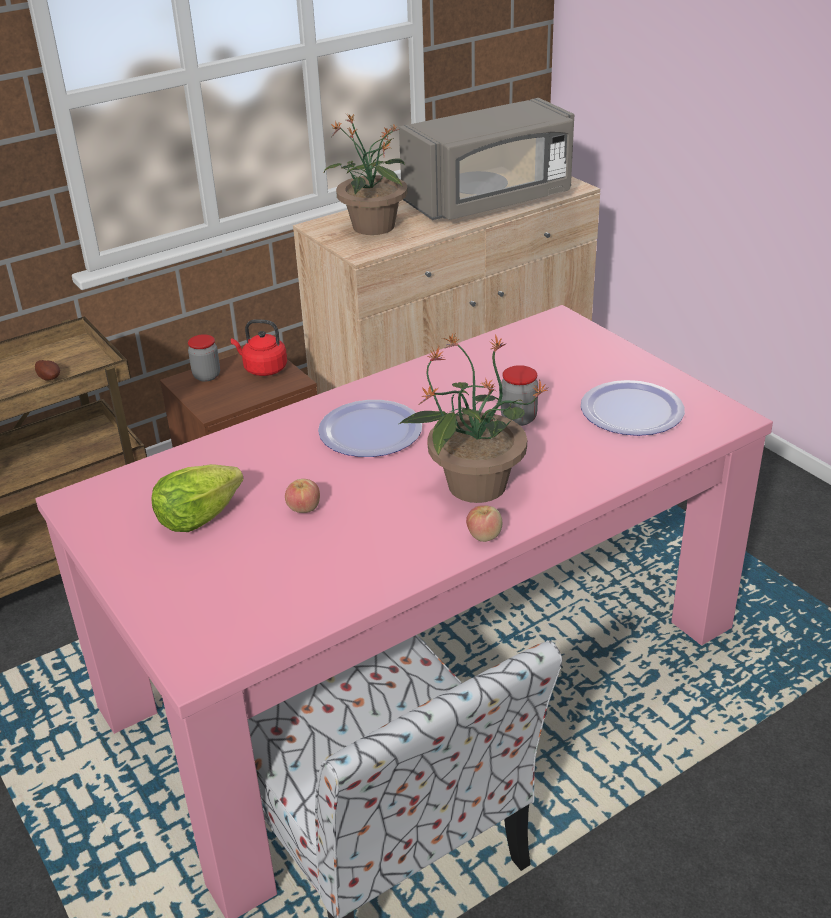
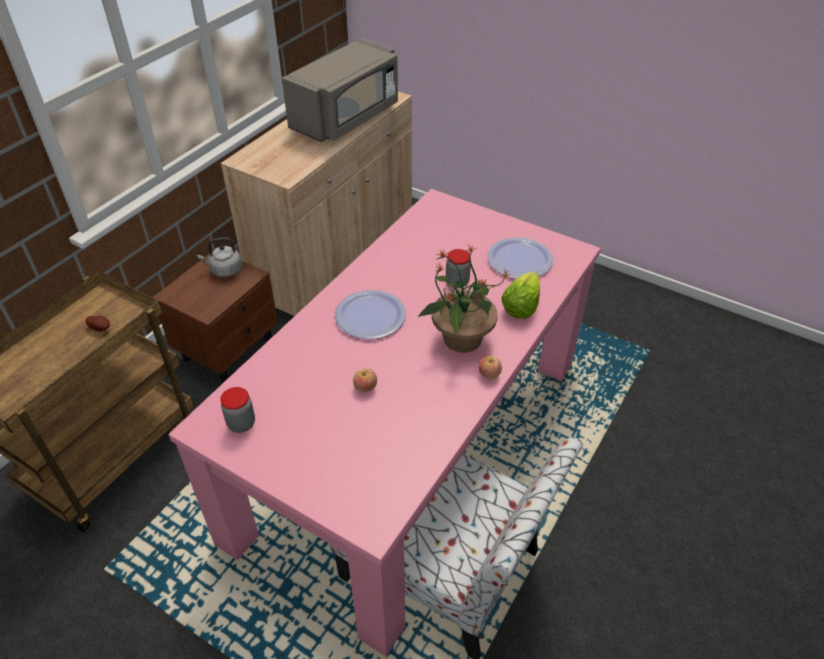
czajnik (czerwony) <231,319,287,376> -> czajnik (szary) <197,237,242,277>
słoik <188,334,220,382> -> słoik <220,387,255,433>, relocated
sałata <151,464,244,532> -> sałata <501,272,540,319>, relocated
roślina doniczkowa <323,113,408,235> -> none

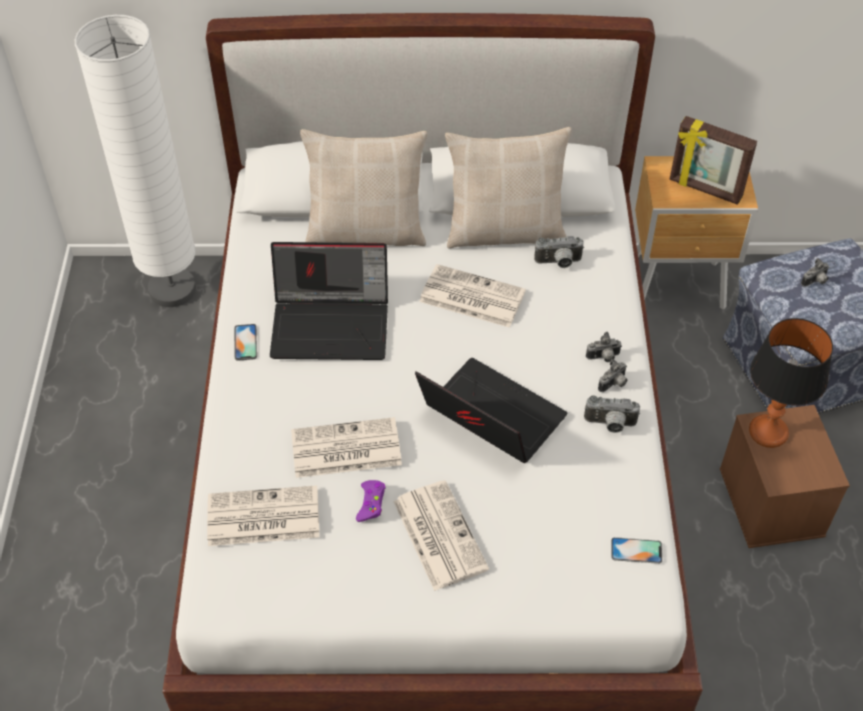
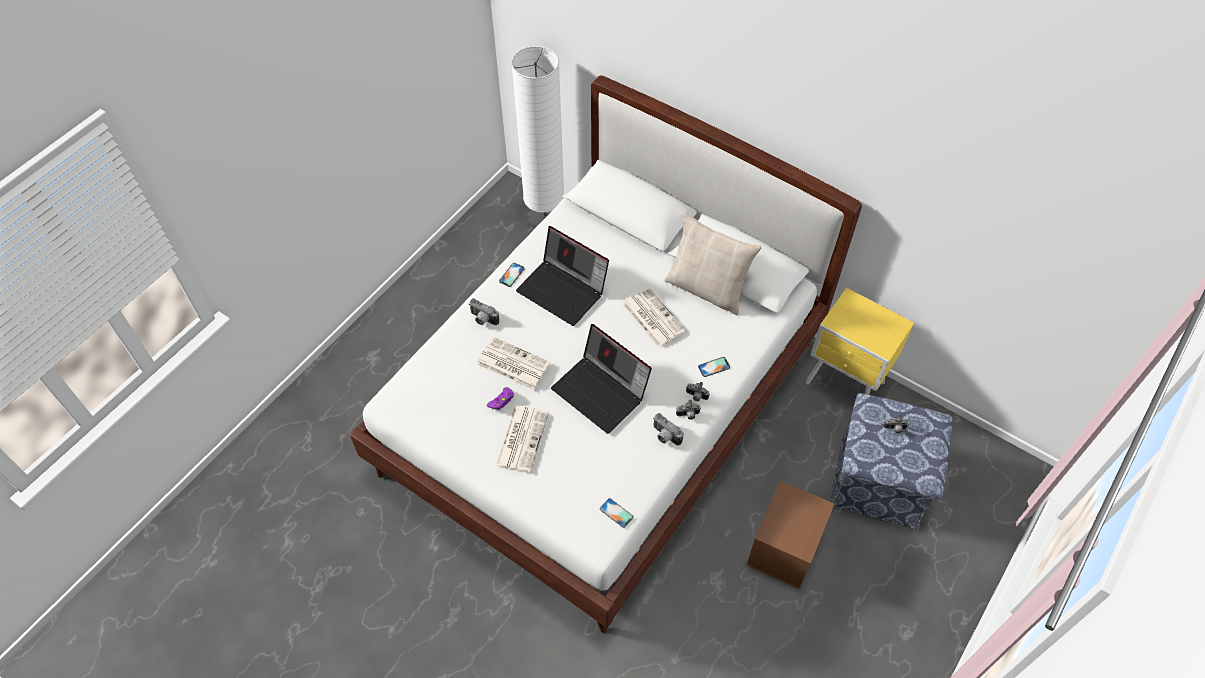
aparat fotograficzny <534,236,584,268> -> aparat fotograficzny <469,298,499,325>, relocated
laptop <415,358,567,463> -> laptop <551,324,652,434>, 150 degrees clockwise
none -> telefon <698,357,730,377>
szafka nocna (brązowy) <635,156,758,310> -> szafka nocna (żółty) <805,288,914,395>
gazeta <207,485,319,546> -> none
poduszka (beżowy) <300,129,427,246> -> none
ramka na zdjęcie <670,116,757,205> -> none
lampa stołowa <749,318,833,448> -> none

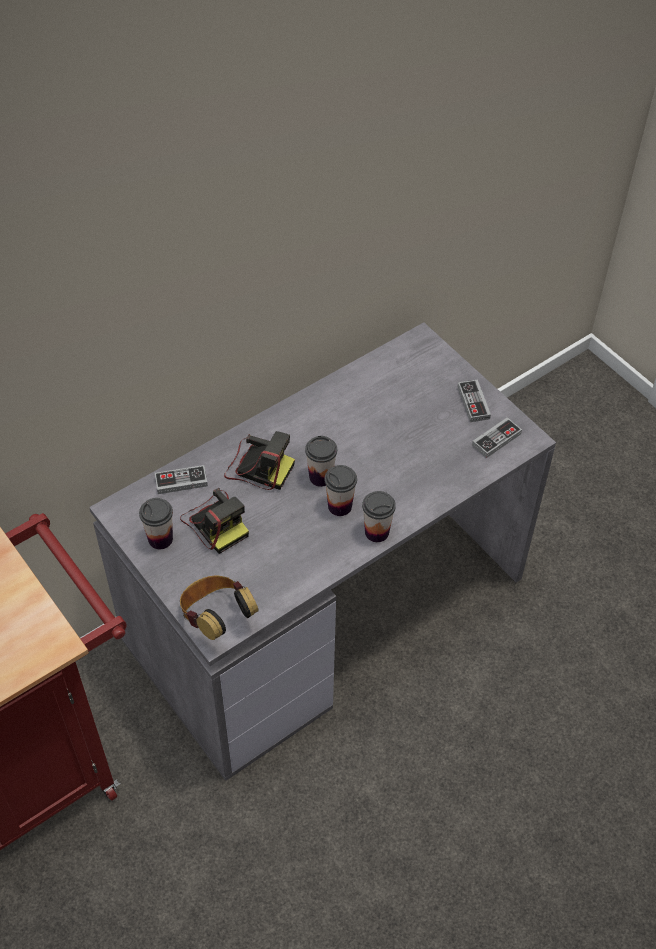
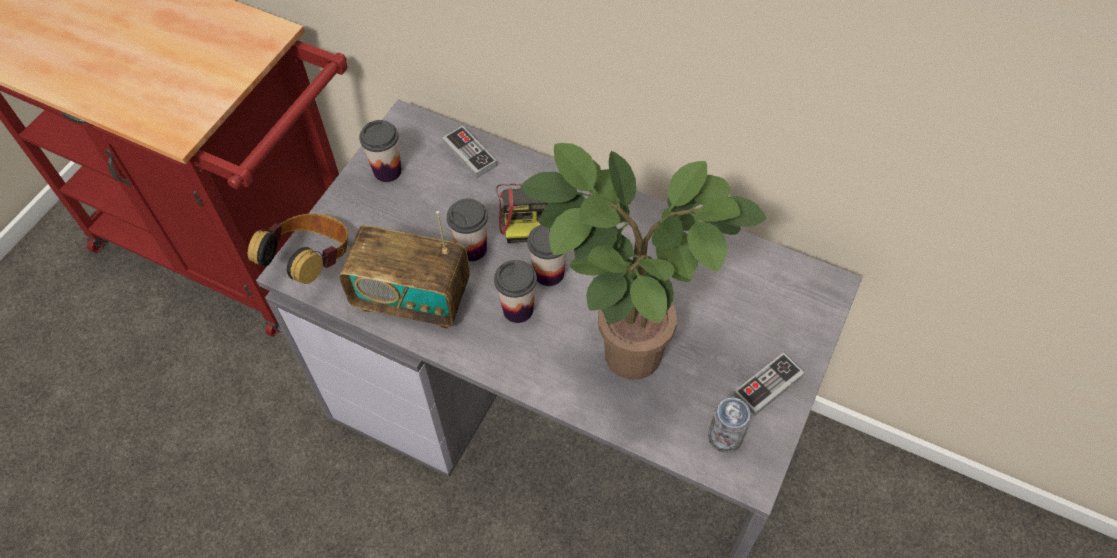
none -> radio <339,211,470,329>
filiżanka <362,491,396,542> -> filiżanka <447,199,488,261>, relocated
none -> roślina doniczkowa <520,143,767,380>
pad do gier <472,417,522,458> -> puszka <708,398,751,453>
aparat fotograficzny <180,488,249,554> -> none

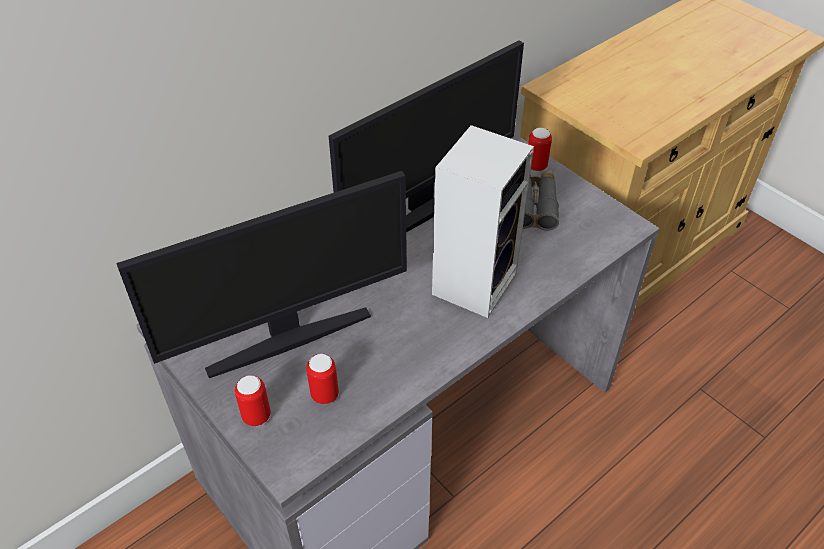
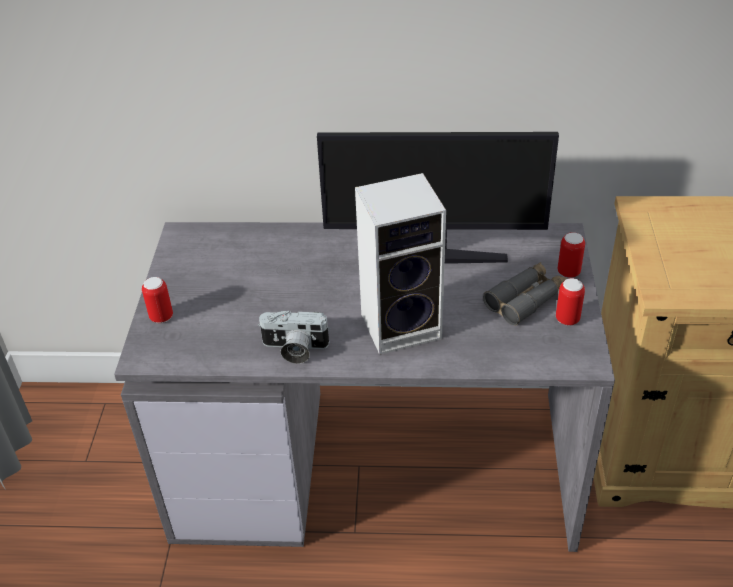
none -> aparat fotograficzny <258,310,330,364>
puszka <306,354,339,404> -> puszka <556,278,585,325>, relocated
monitor <116,171,407,378> -> none

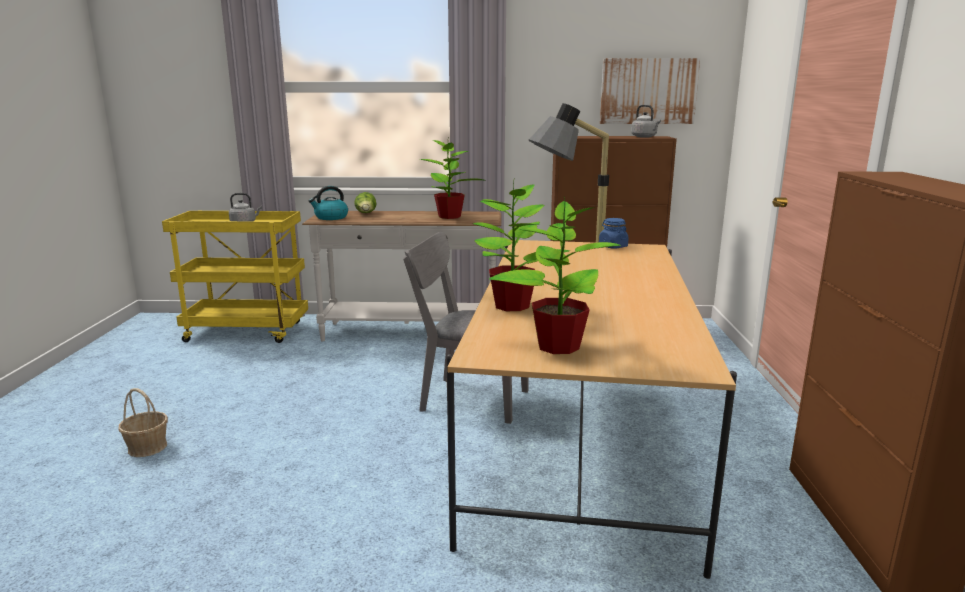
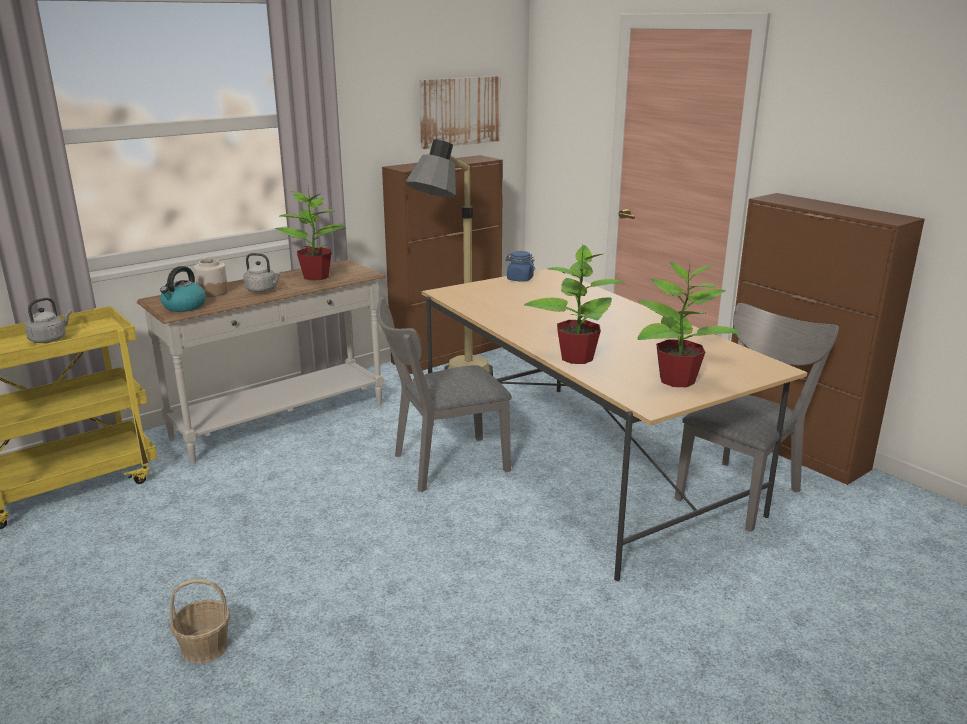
sałata <355,192,377,213> -> słoik <194,259,228,297>
czajnik (szary) <631,105,661,138> -> czajnik (szary) <244,253,282,293>, relocated
none -> krzesło (szary) <674,303,839,532>

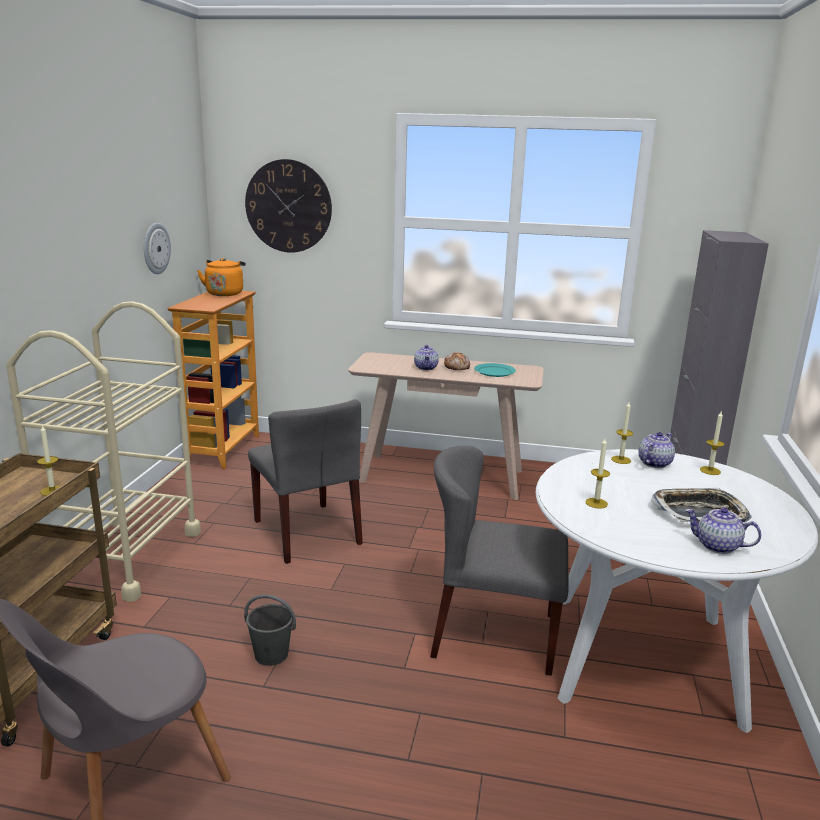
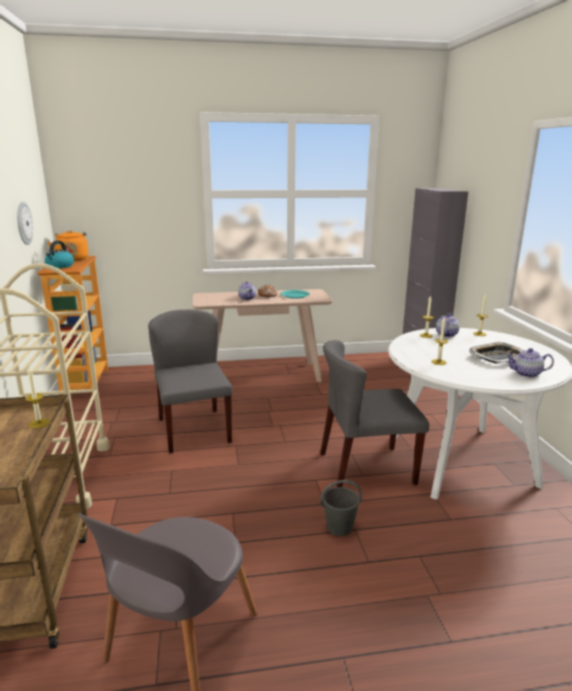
none -> czajnik <45,240,74,268>
krzesło (szary) <248,399,363,564> -> krzesło (szary) <148,310,232,454>, 150 degrees counterclockwise
wiadro (szary) <244,594,296,666> -> wiadro (szary) <320,480,362,536>, relocated
zegar ścienny <245,159,332,253> -> none

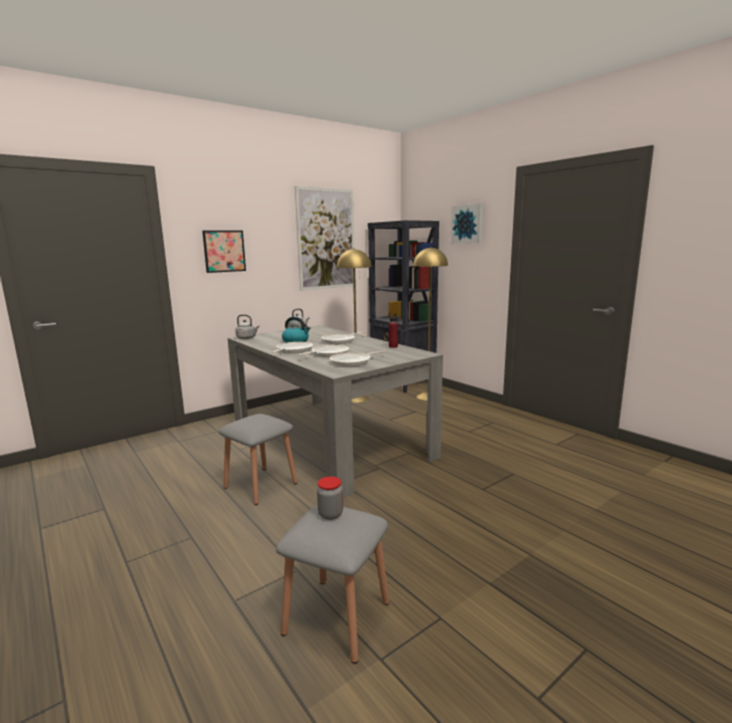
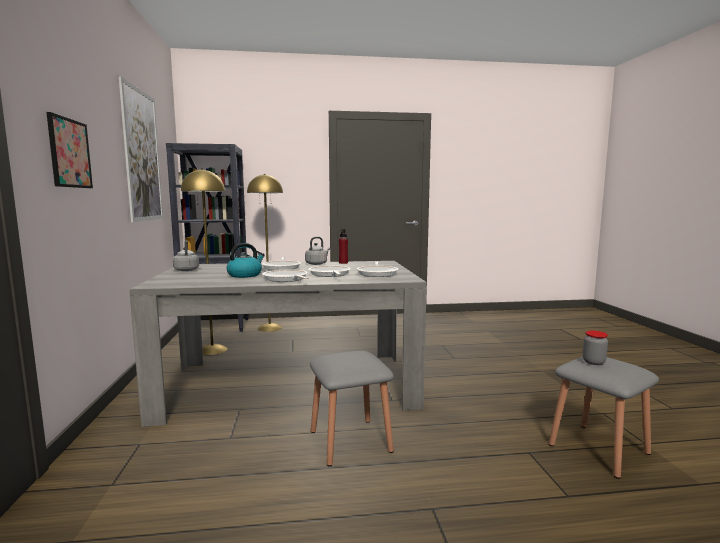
czajnik (szary) <235,314,259,339> -> czajnik (szary) <305,237,330,265>, relocated
obraz <451,203,484,243> -> none

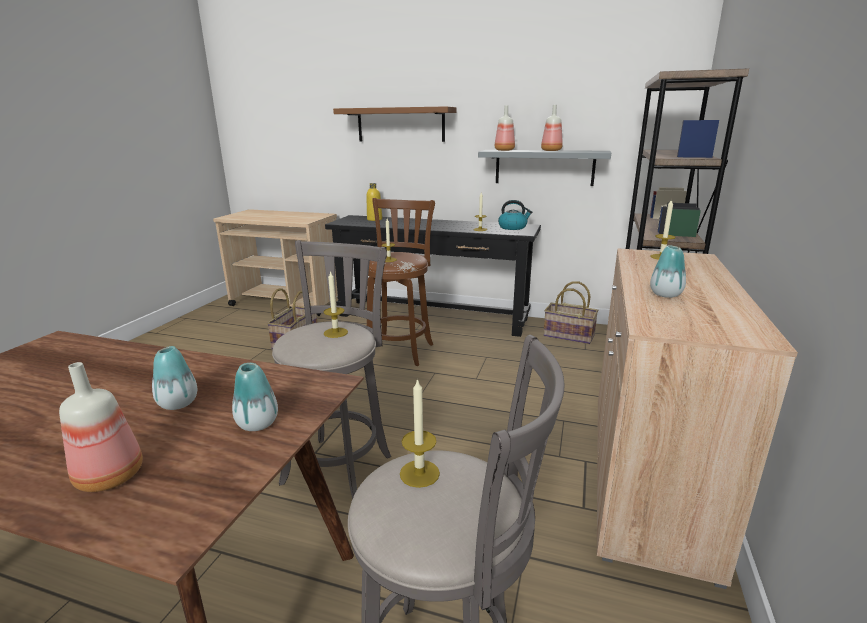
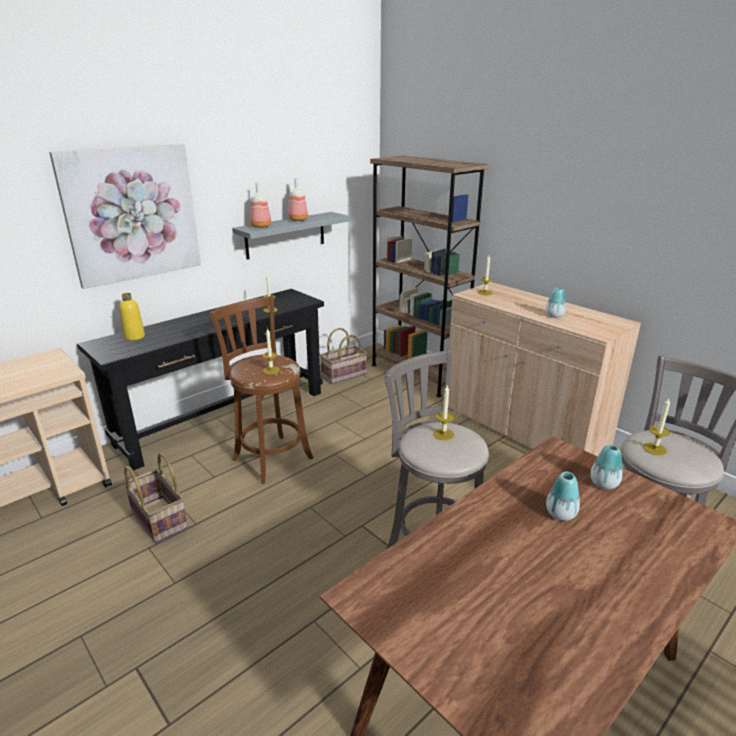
półka (brązowy) <333,106,457,142> -> obraz <49,144,201,289>
butelka <59,362,143,492> -> none
czajnik <498,200,532,230> -> none

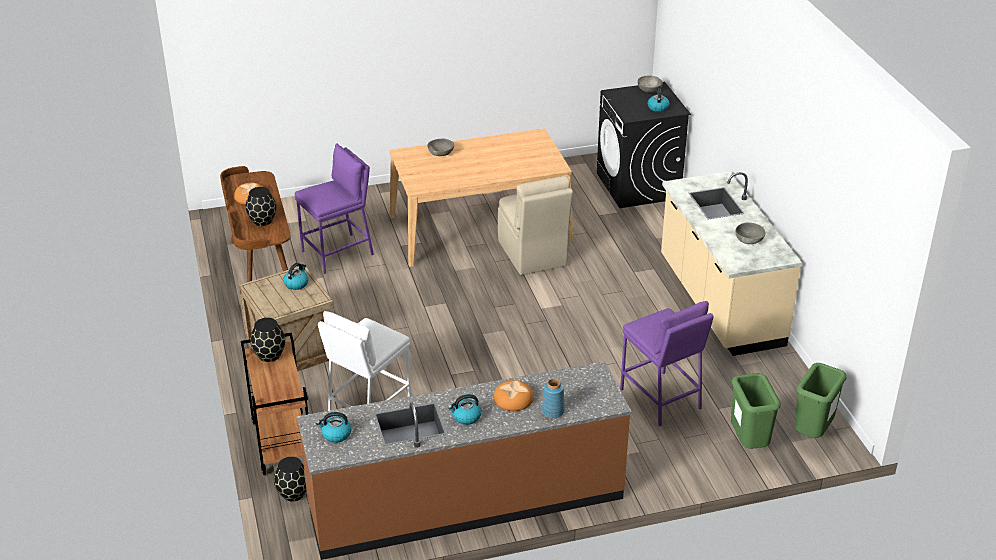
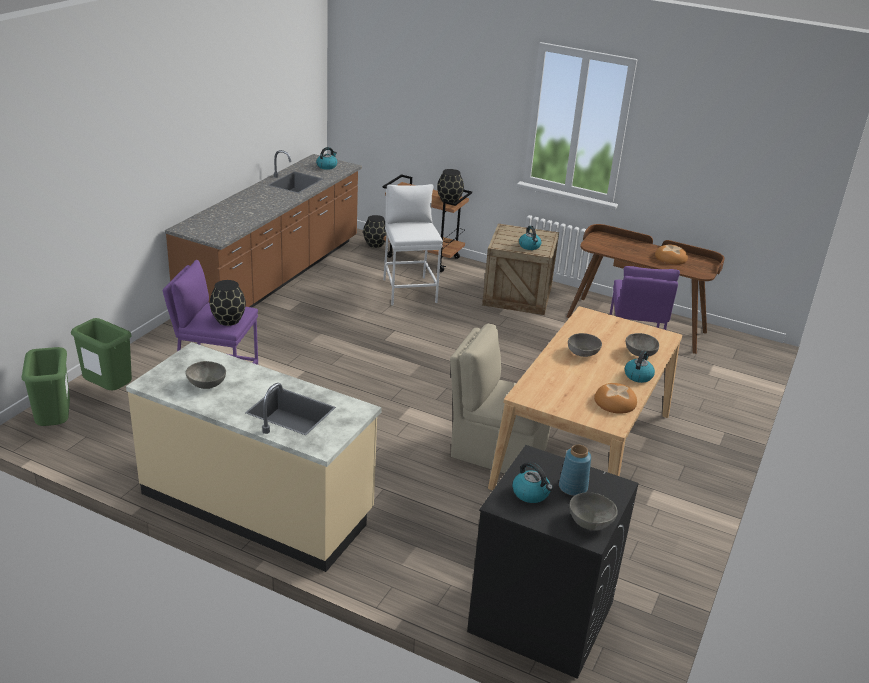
wazon (czarny) <246,187,276,226> -> wazon (czarny) <210,280,246,326>, relocated
wazon (niebieski) <542,379,565,418> -> wazon (niebieski) <559,445,591,496>, relocated
none -> miska (szary) <568,333,602,357>
chleb <494,380,534,411> -> chleb <594,383,637,414>, relocated
czajnik <448,394,482,425> -> czajnik <625,350,655,383>, relocated

